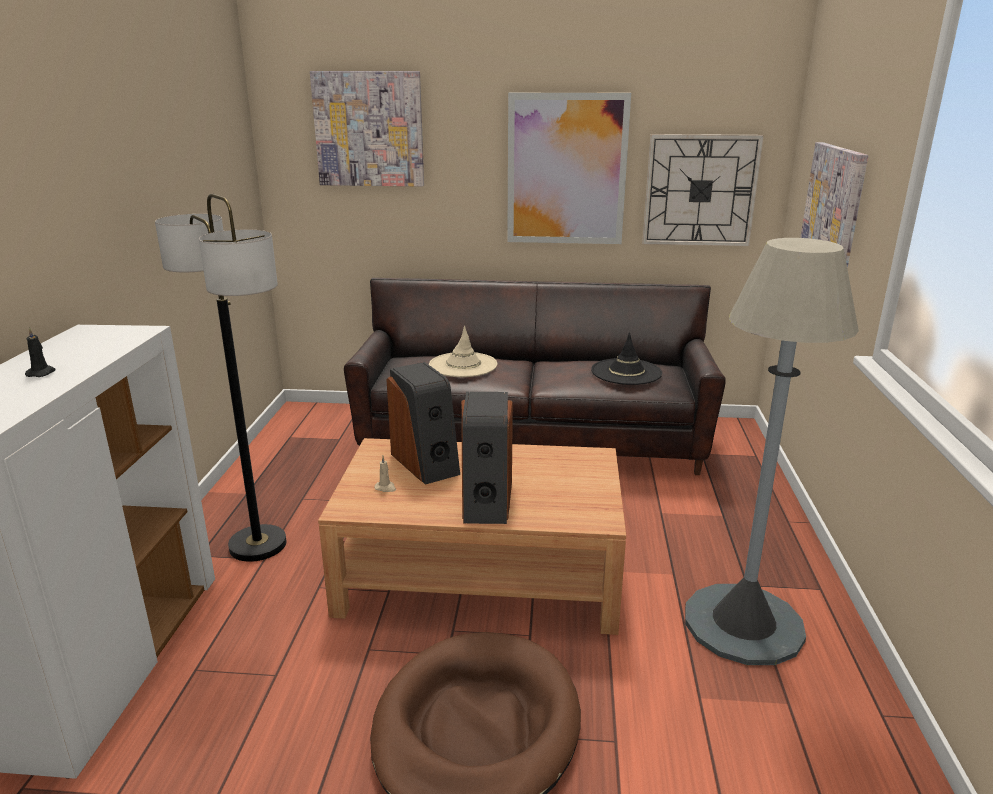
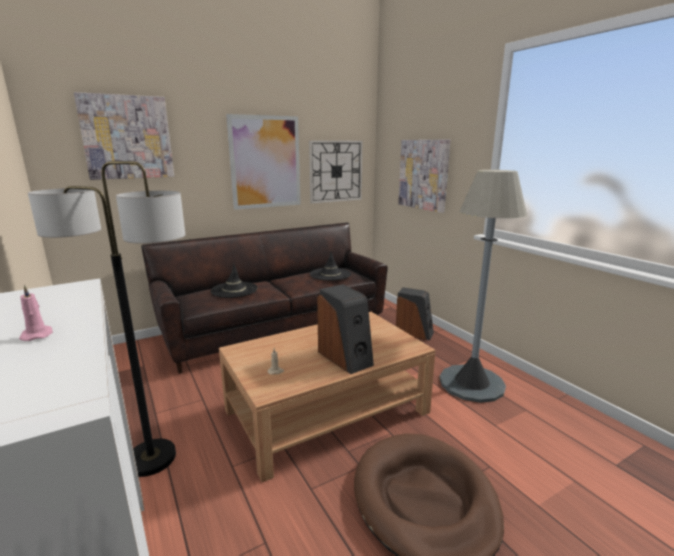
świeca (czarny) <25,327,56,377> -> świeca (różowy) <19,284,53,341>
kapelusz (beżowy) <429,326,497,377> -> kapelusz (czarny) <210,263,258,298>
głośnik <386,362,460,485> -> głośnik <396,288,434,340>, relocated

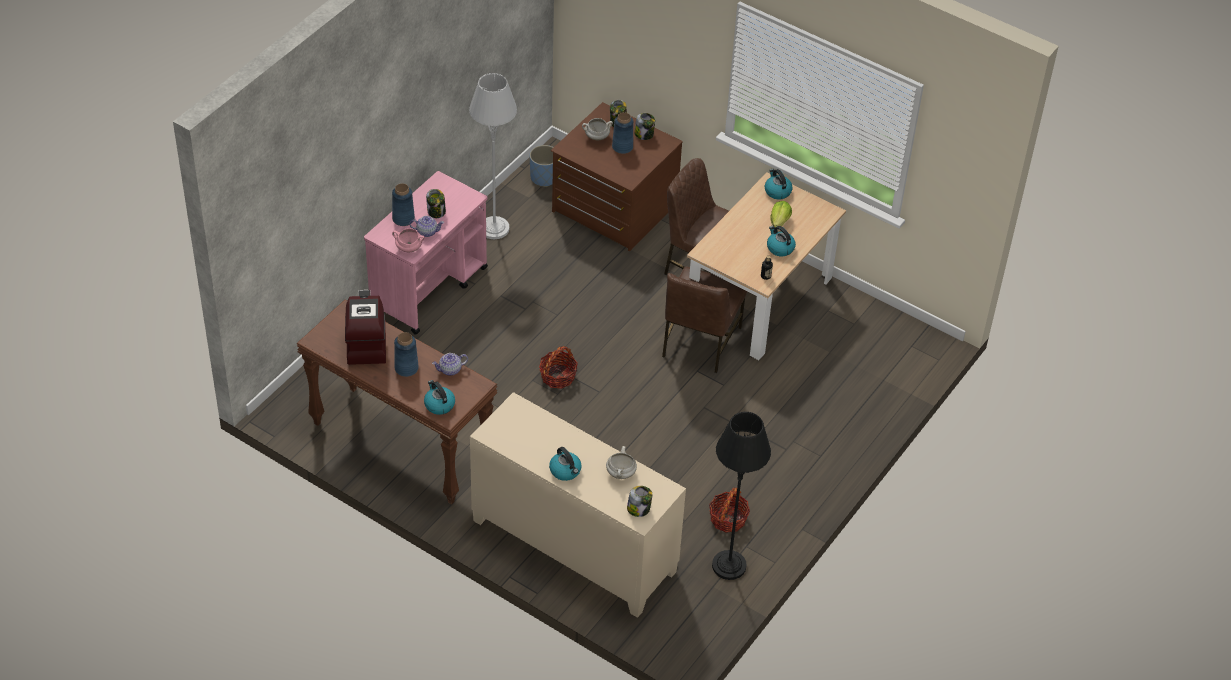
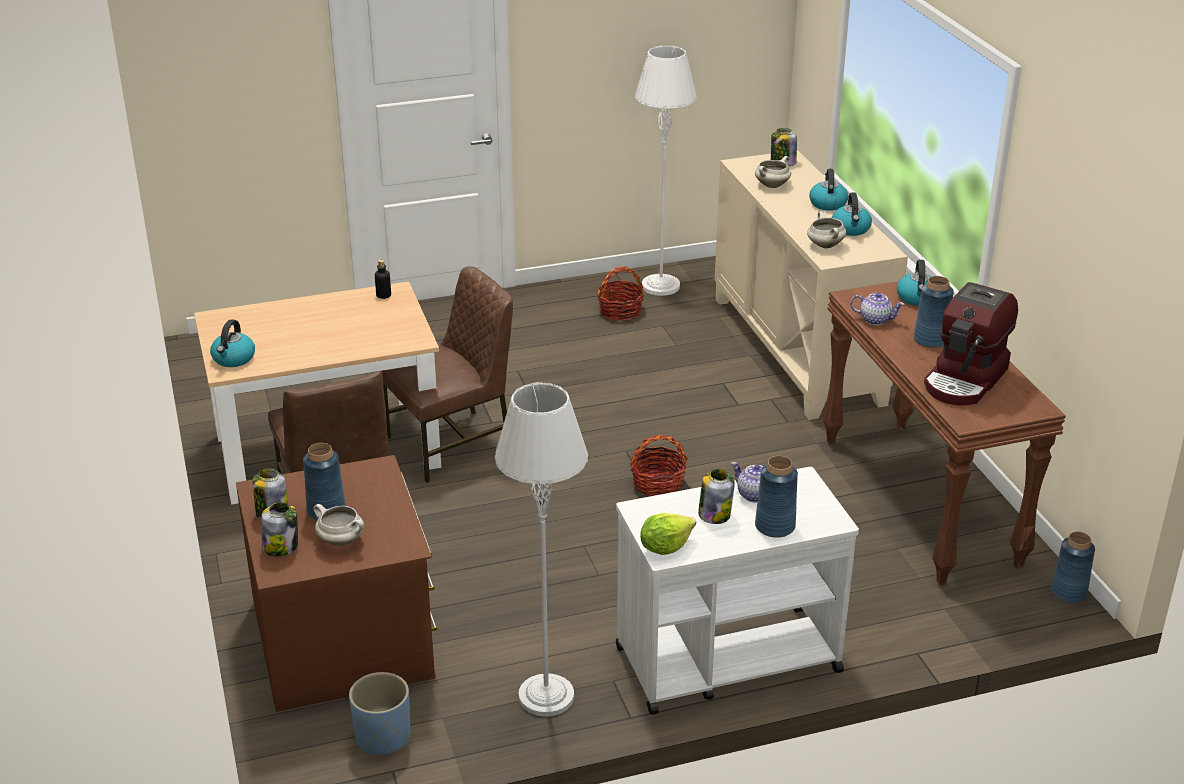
wózek (różowy) <364,171,488,335> -> wózek (biały) <616,467,859,715>
lampa stojąca (czarny) <712,412,771,580> -> lampa stojąca (biały) <635,45,697,296>
sałata <770,201,792,227> -> sałata <640,513,696,555>, relocated
none -> garnek (biały) <807,211,846,248>
czajnik <767,226,796,256> -> czajnik <832,193,872,236>, relocated
none -> wazon (niebieski) <1051,532,1095,603>
garnek (różowy) <392,228,425,252> -> none

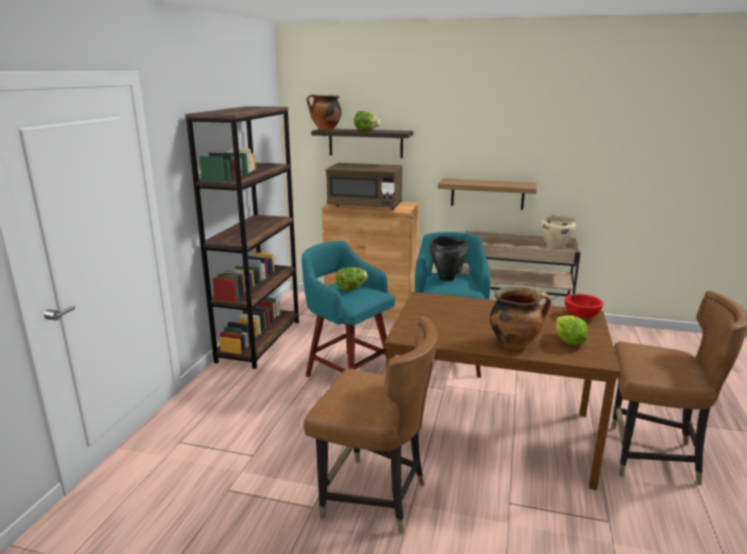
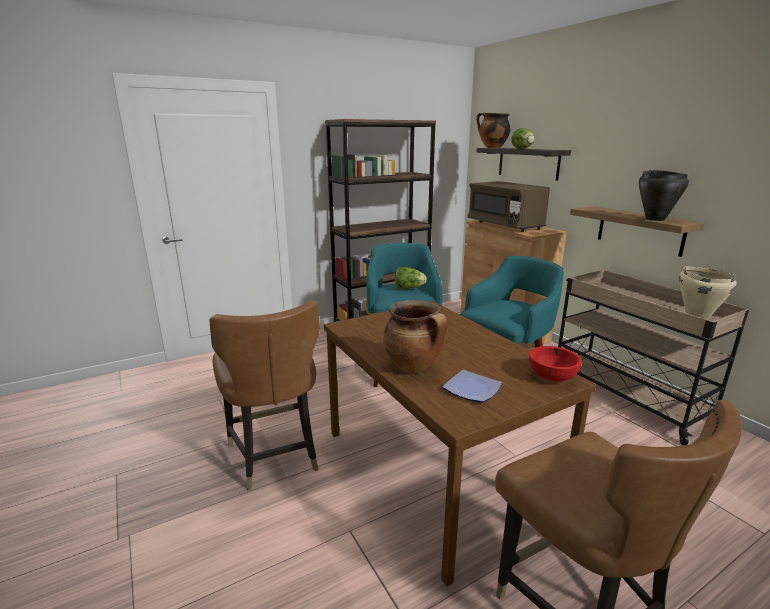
sałata <556,315,588,345> -> talerz <442,370,502,403>
garnek (czarny) <430,236,468,281> -> garnek (czarny) <639,170,689,221>, relocated

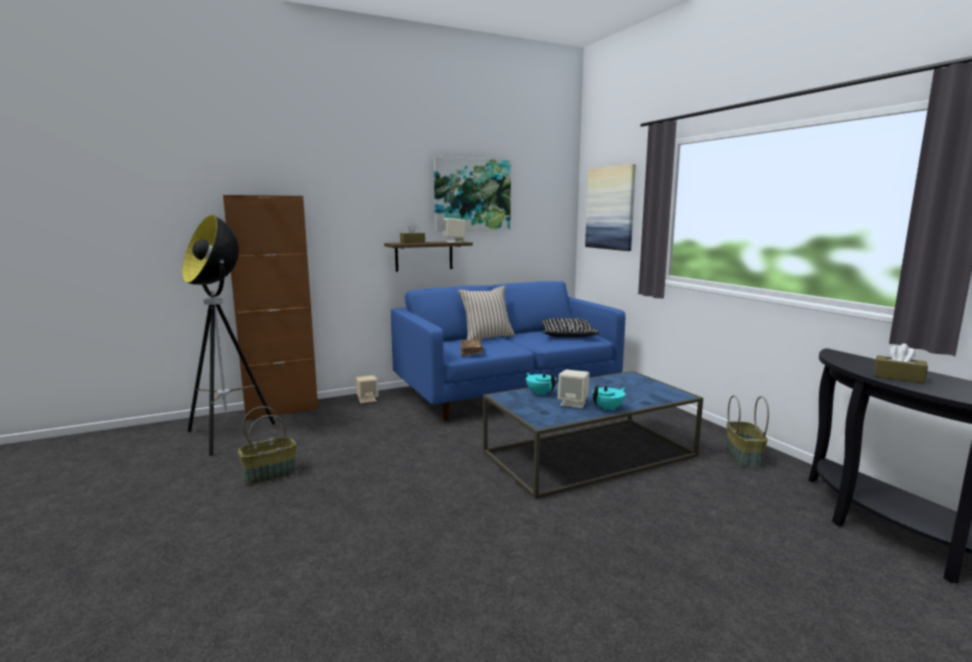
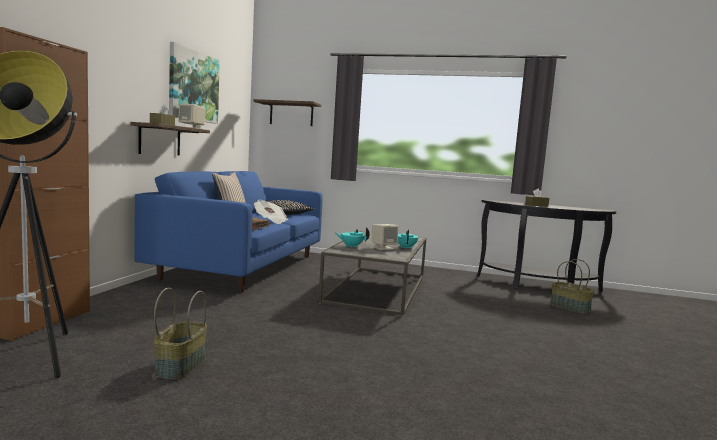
obraz <585,164,636,251> -> półka <254,99,321,126>
none -> gazeta <254,200,288,224>
ława (niebieski) <483,371,703,500> -> ława (szary) <318,231,426,316>
koszyk <725,395,769,467> -> koszyk <550,259,595,314>, relocated
głośnik (beżowy) <356,375,378,403> -> none

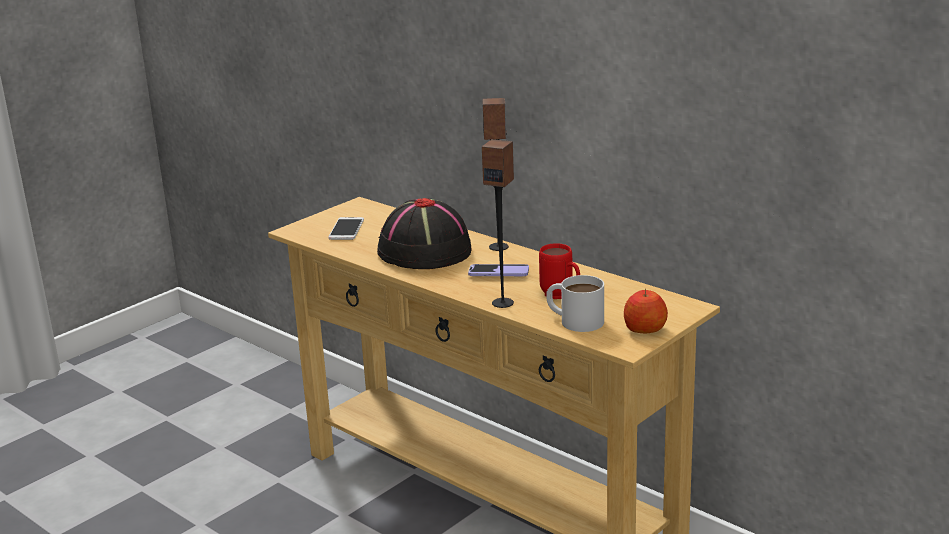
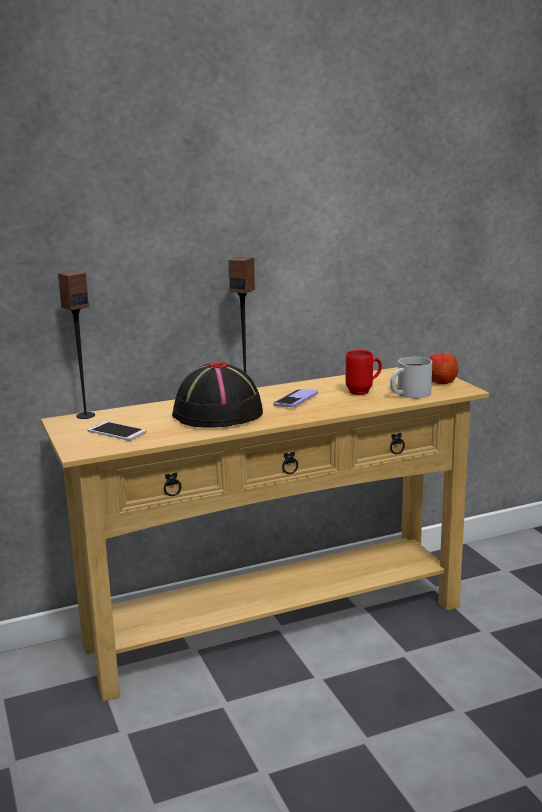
głośnik <482,139,514,308> -> głośnik <58,271,95,419>, relocated

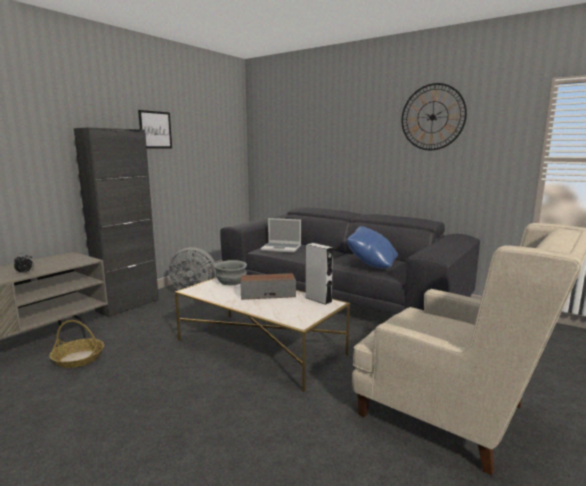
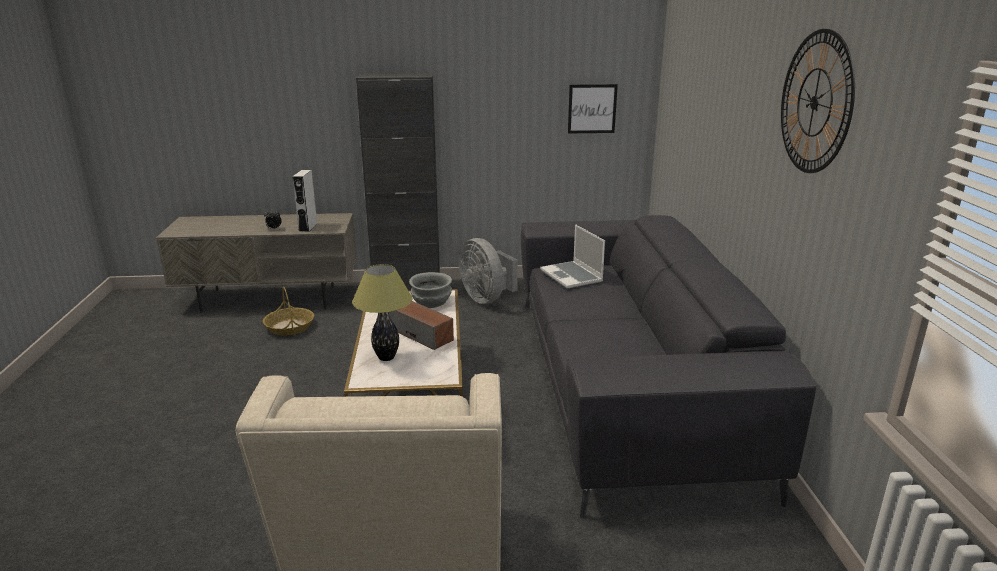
głośnik (szary) <306,243,333,305> -> głośnik (szary) <292,170,318,232>, relocated
none -> lampa stołowa <352,264,413,361>
obraz <138,110,172,148> -> obraz <568,84,618,133>, relocated
poduszka (niebieski) <347,226,398,269> -> none

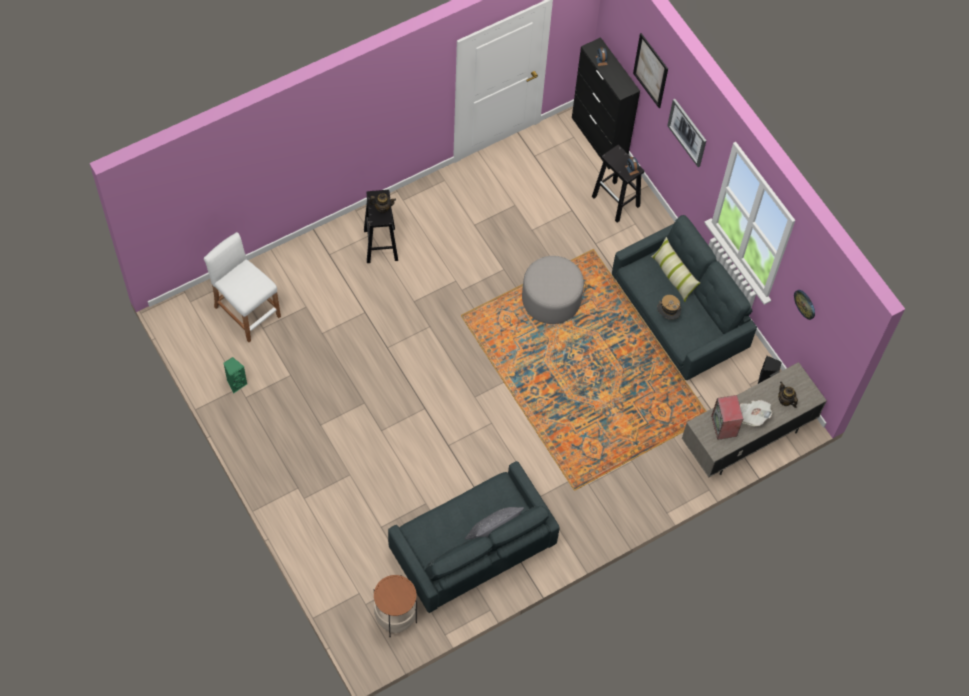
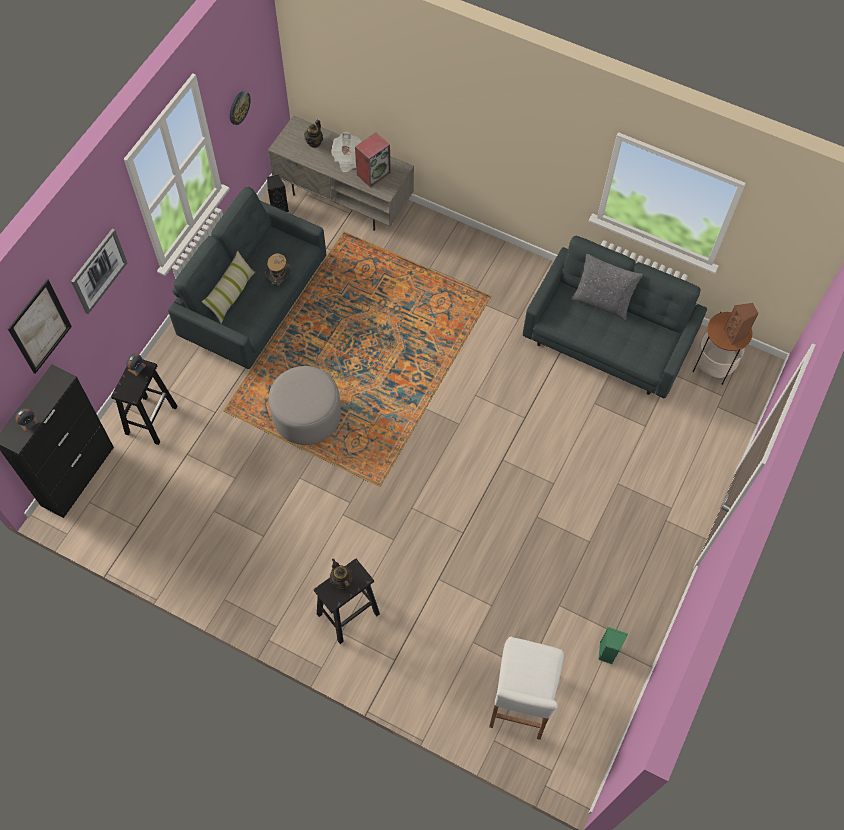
none -> głośnik (brązowy) <723,303,759,345>

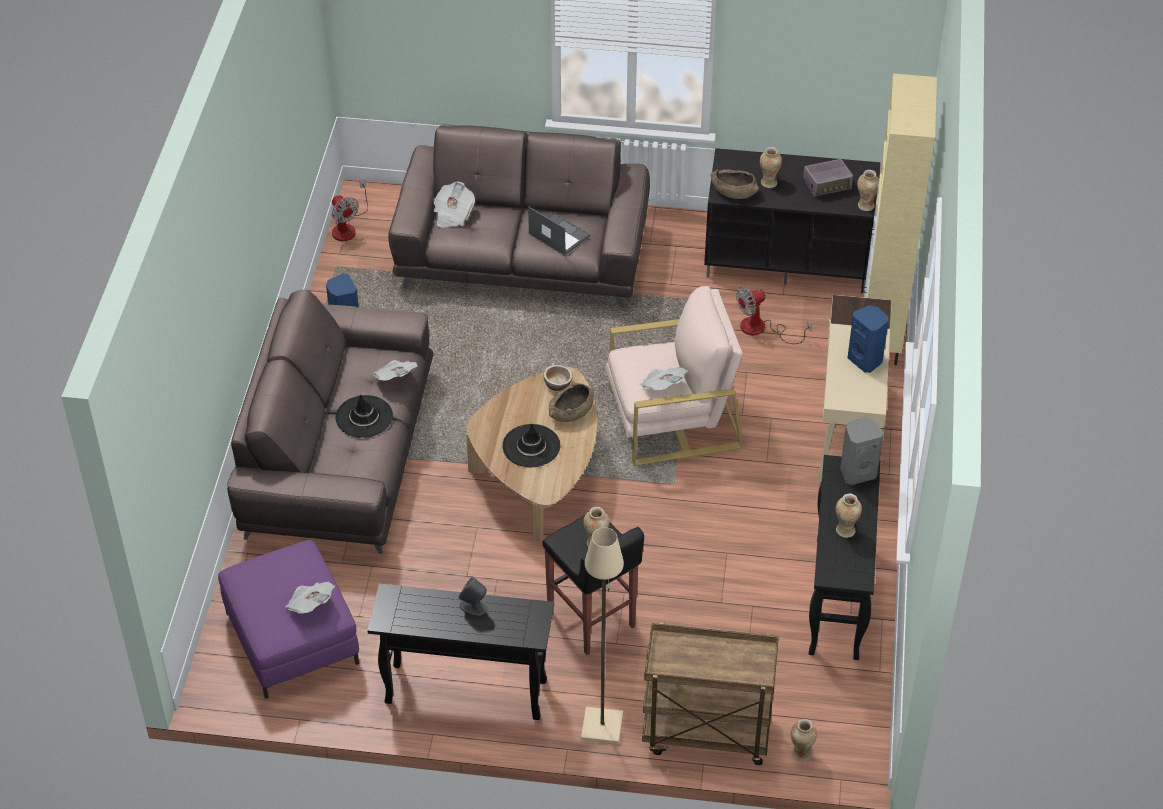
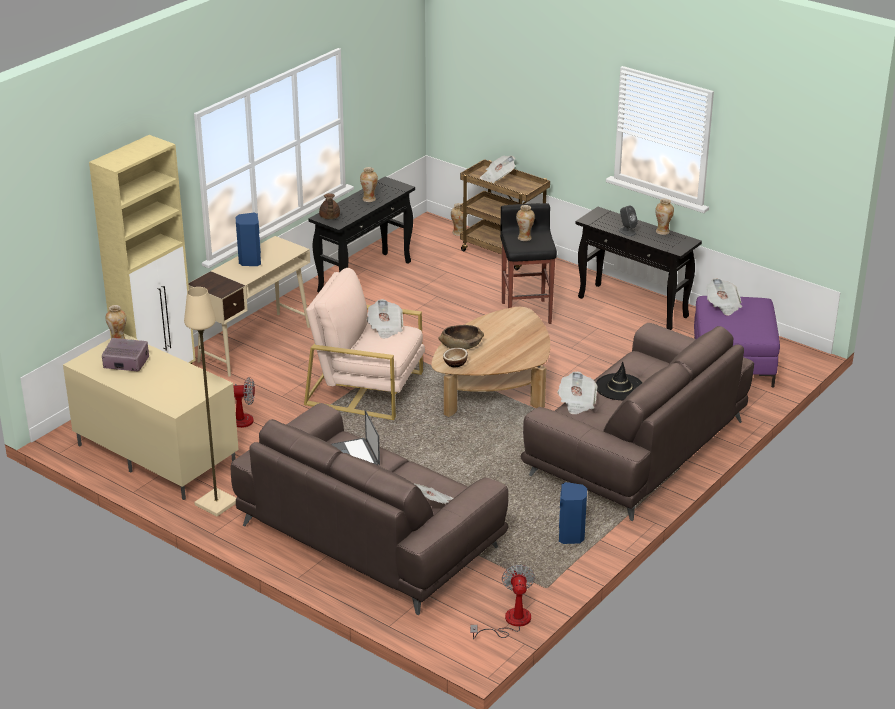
szafka pod telewizor (czarny) <704,148,881,292> -> szafka pod telewizor (beżowy) <63,334,239,500>
lampa stojąca (beżowy) <581,527,624,744> -> lampa stojąca (beżowy) <184,287,236,516>, relocated
głośnik (szary) <840,418,884,485> -> imbryk (brązowy) <319,193,340,219>
none -> gazeta <480,156,515,183>
wazon <760,147,782,188> -> wazon <655,199,674,235>, relocated
kapelusz (czarny) <502,424,560,467> -> none
miska (brązowy) <710,169,759,199> -> none

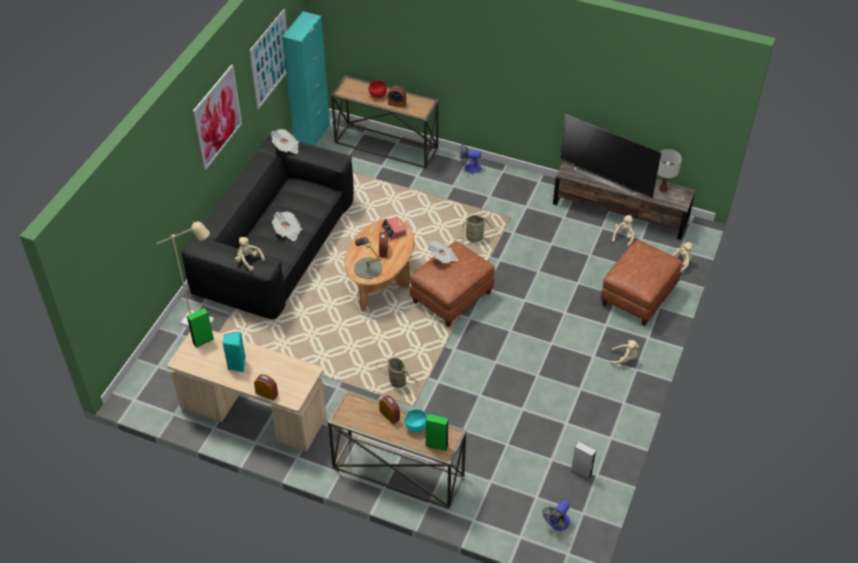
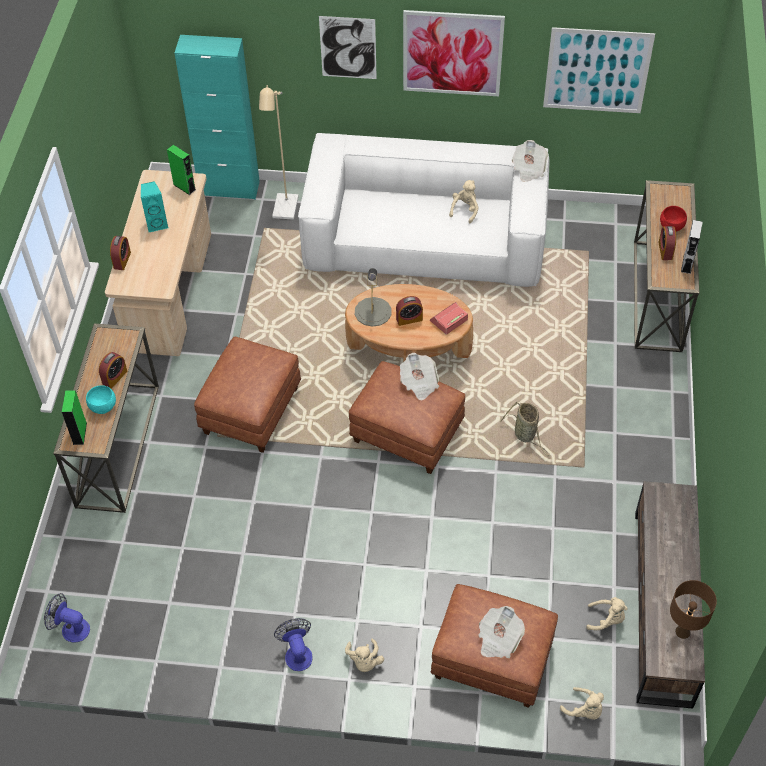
szafka (turkusowy) <282,11,330,146> -> szafka (turkusowy) <175,35,260,200>, relocated
koszyk <376,357,418,393> -> pufa (brązowy) <194,337,301,453>
wentylator <460,143,481,173> -> wentylator <274,618,313,671>, relocated
kanapa (czarny) <181,134,354,320> -> kanapa (biały) <298,133,549,287>
none -> obraz <319,16,377,79>
pluszak (beżowy) <235,237,265,271> -> pluszak (beżowy) <449,180,479,223>, relocated
gazeta <272,211,302,241> -> gazeta <478,606,525,658>, relocated
lampa stołowa (biały) <657,149,682,192> -> lampa stołowa (brązowy) <670,580,717,639>
głośnik (szary) <571,442,596,480> -> głośnik (szary) <681,220,703,274>, relocated
telewizor <560,114,661,198> -> none

